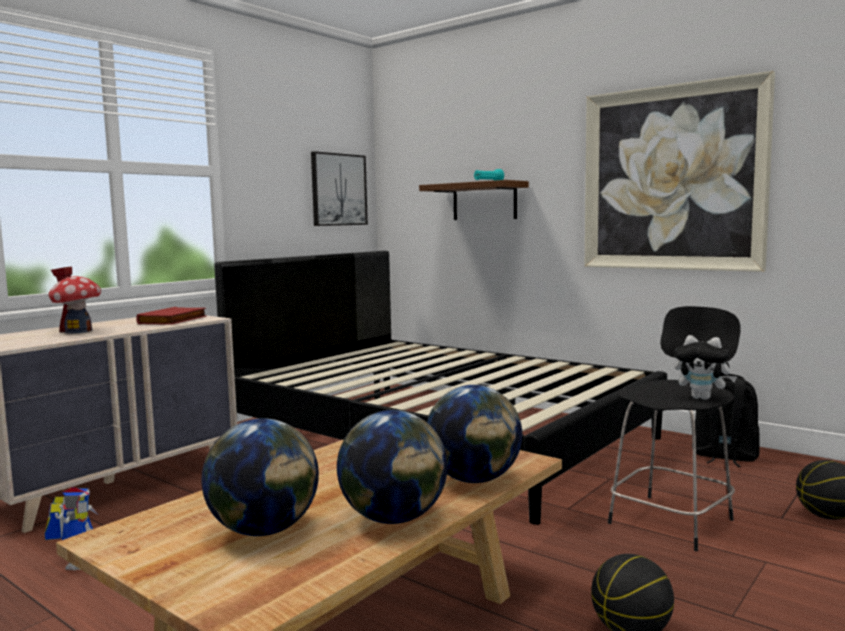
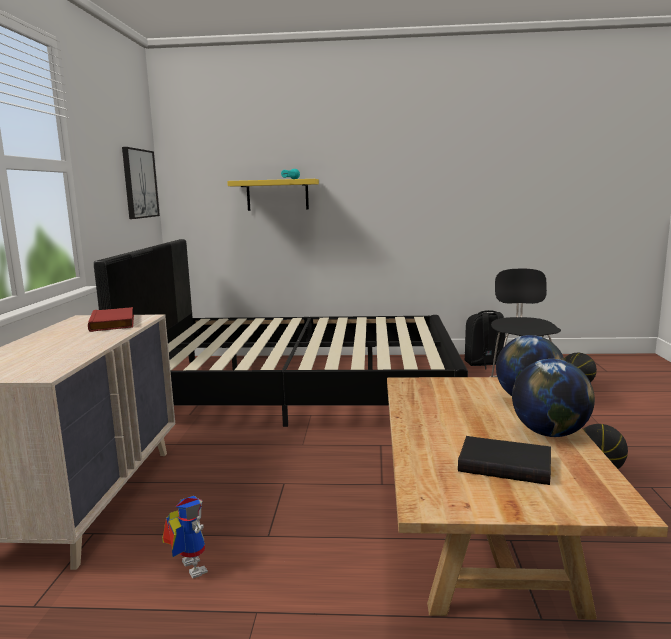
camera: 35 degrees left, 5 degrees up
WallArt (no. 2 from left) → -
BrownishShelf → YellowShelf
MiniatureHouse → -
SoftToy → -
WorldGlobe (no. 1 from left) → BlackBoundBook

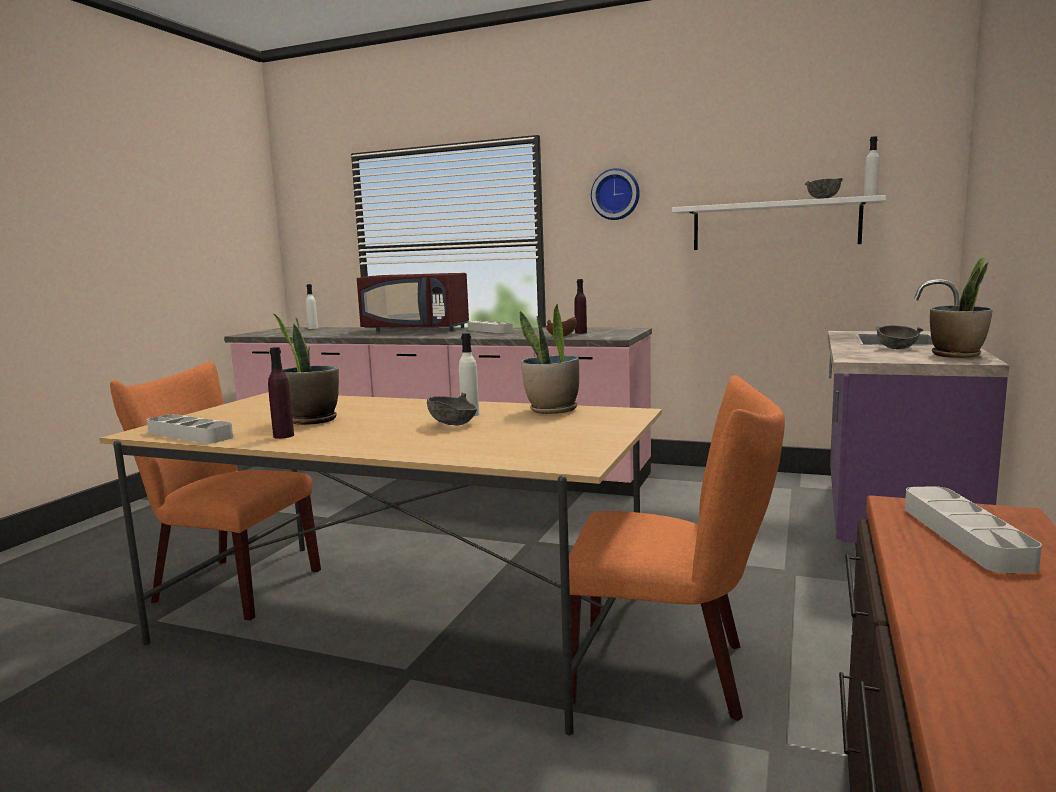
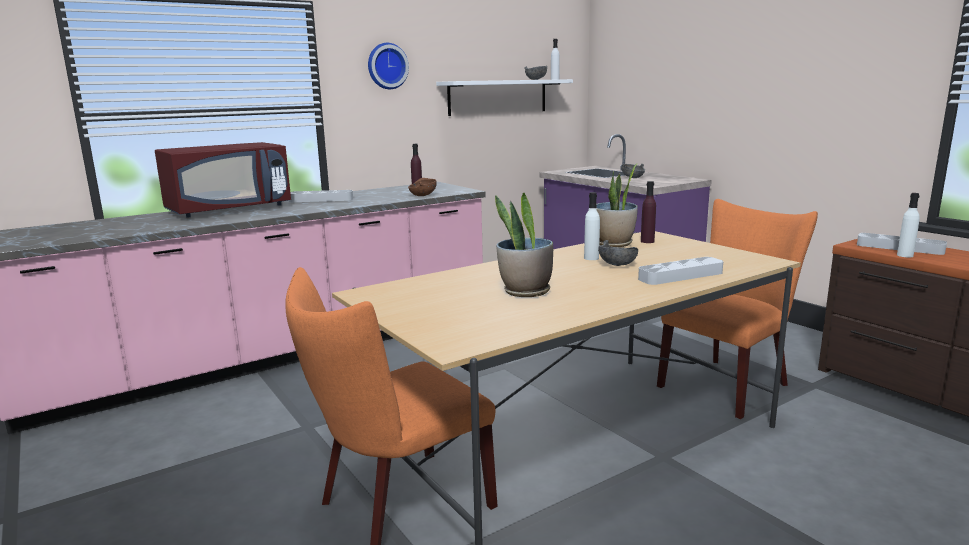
camera: 55 degrees left, 5 degrees up
Houseplant (no. 3 from left) → -
WhitishDrinkBottle (no. 1 from left in the first image) → WhitishDrinkBottle (no. 3 from left), relocated
PurpleDrinkBottle (no. 1 from left in the first image) → PurpleDrinkBottle (no. 2 from left), relocated
GreyCarryingTray (no. 1 from left in the first image) → GreyCarryingTray (no. 2 from left), relocated

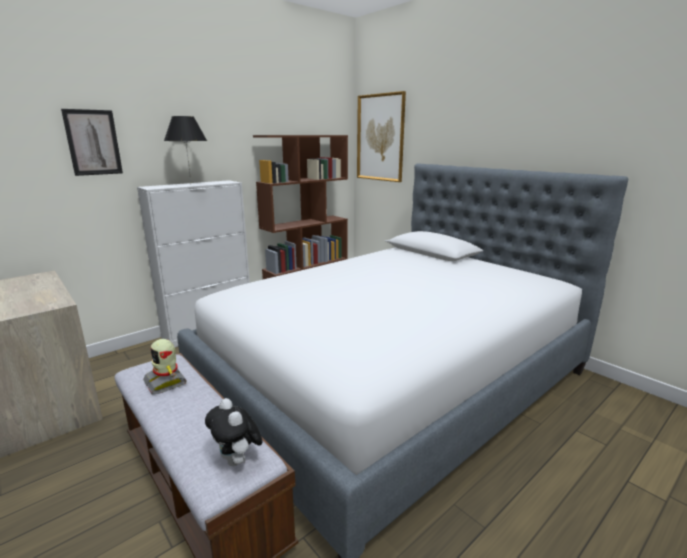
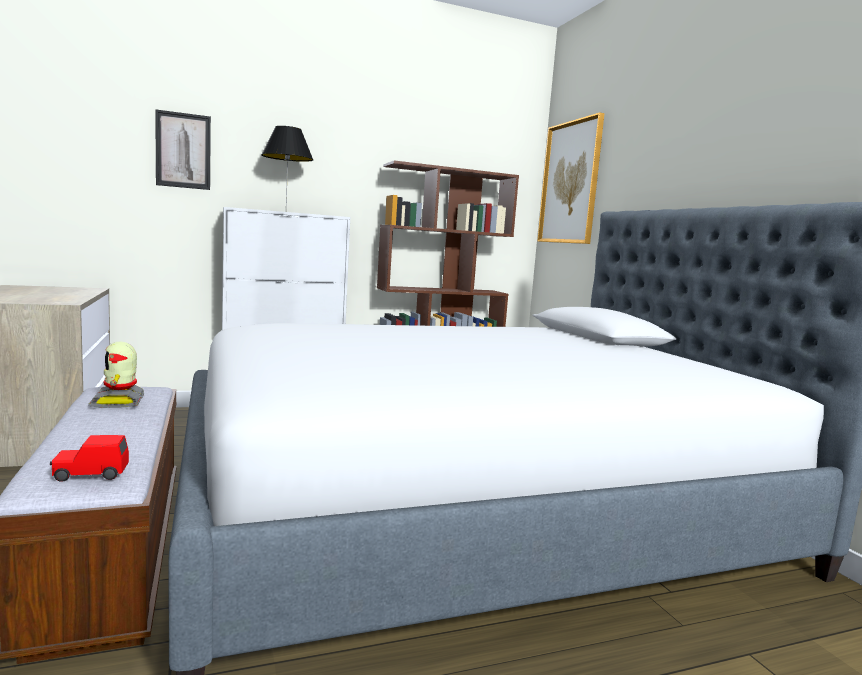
camera: 20 degrees right, 10 degrees down
SoftToy → ReddishMiniatureCar

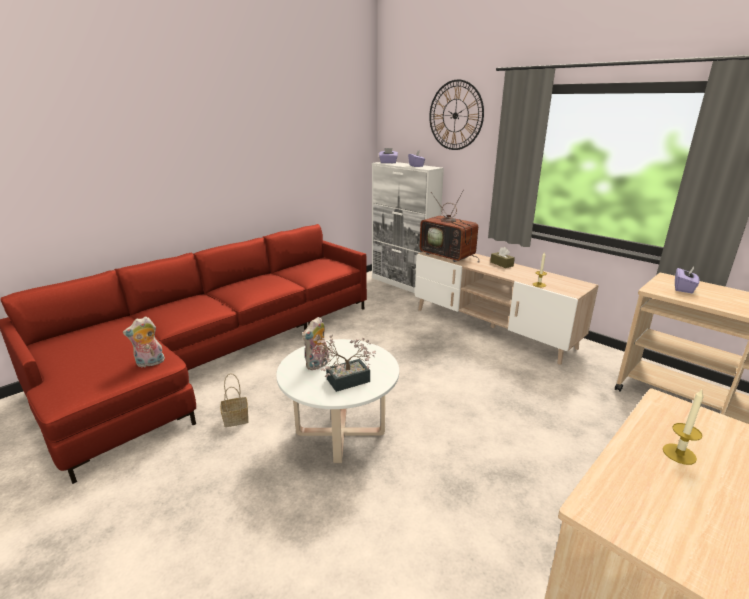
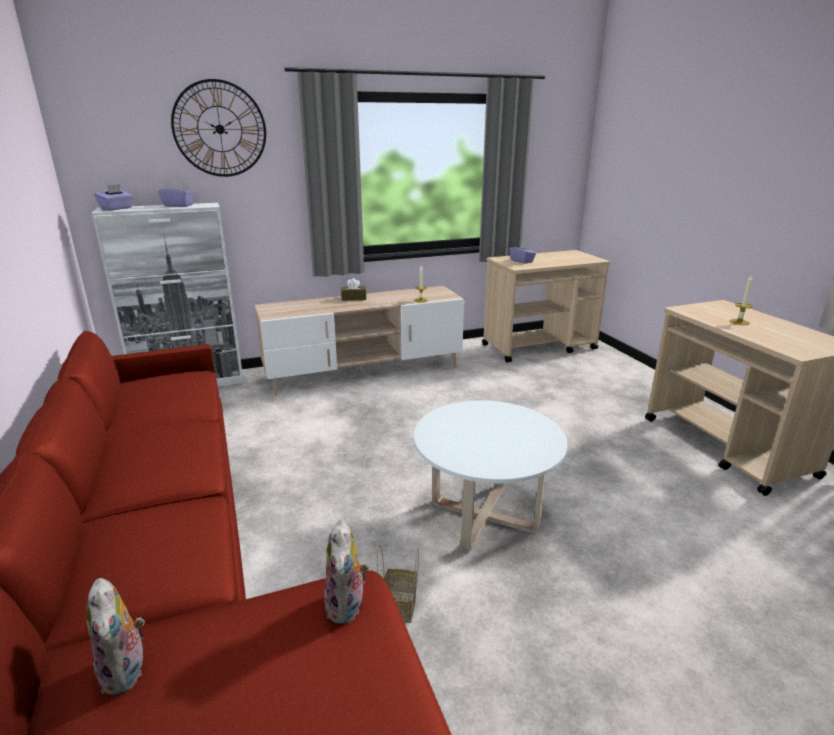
camera: 65 degrees left, 0 degrees up
TvSet → -
SoftToy (no. 2 from left in the first image) → SoftToy (no. 1 from left), relocated
Houseplant → -

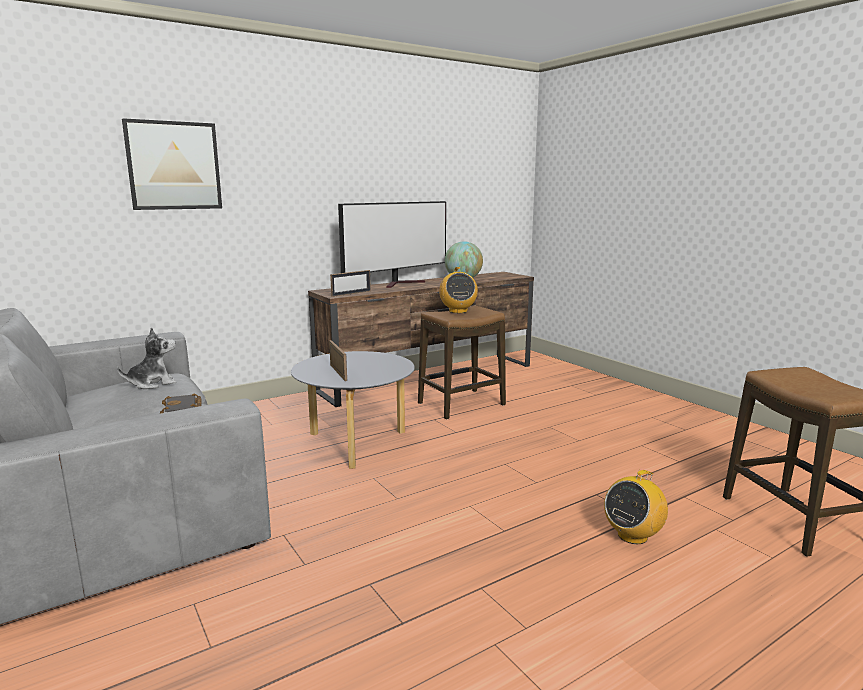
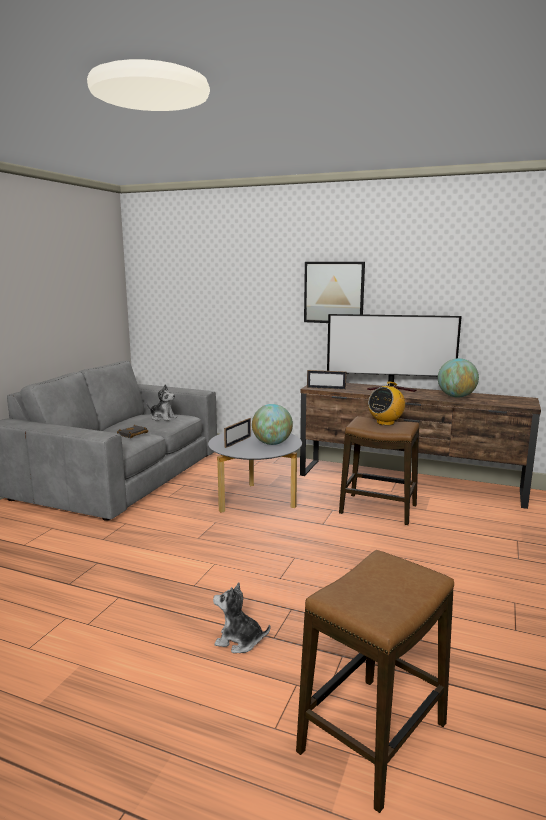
camera: 55 degrees right, 0 degrees up
WallArt, relocated
Radio (no. 2 from left) → SoftToy (no. 2 from left)
- → WorldGlobe (no. 1 from left)

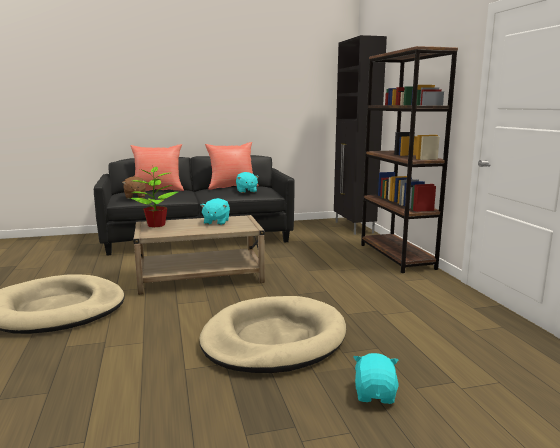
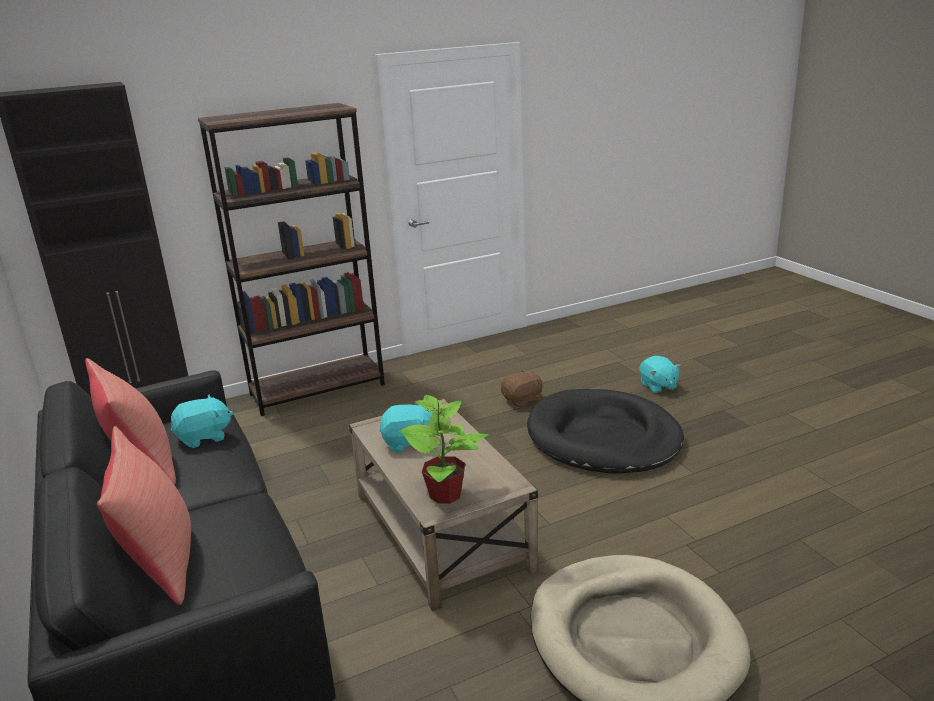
camera: 100 degrees left, 10 degrees up
BrownishSoftToy, relocated
BeigeDogBed (no. 2 from left) → BlackDogBed
TurquoiseColouredSoftToy (no. 3 from left), 105 degrees counterclockwise

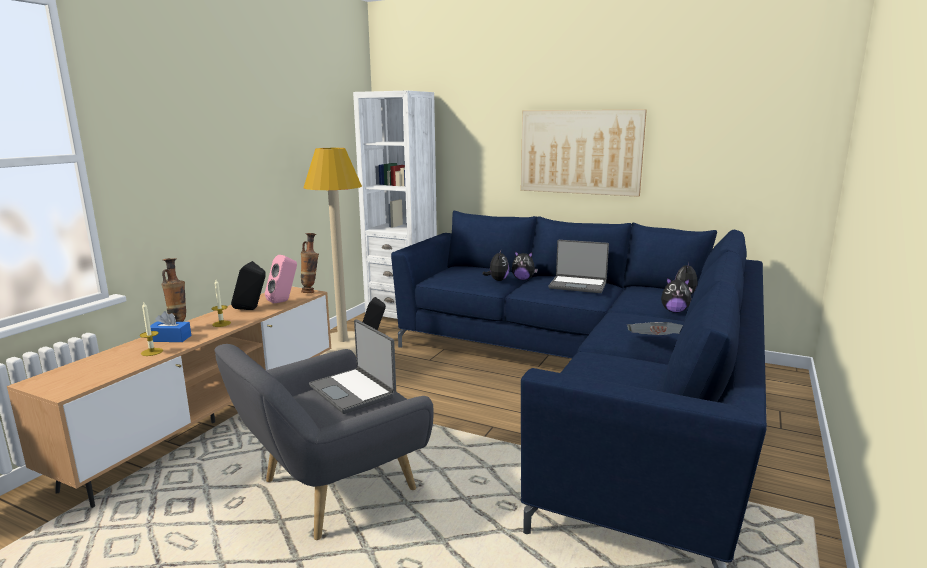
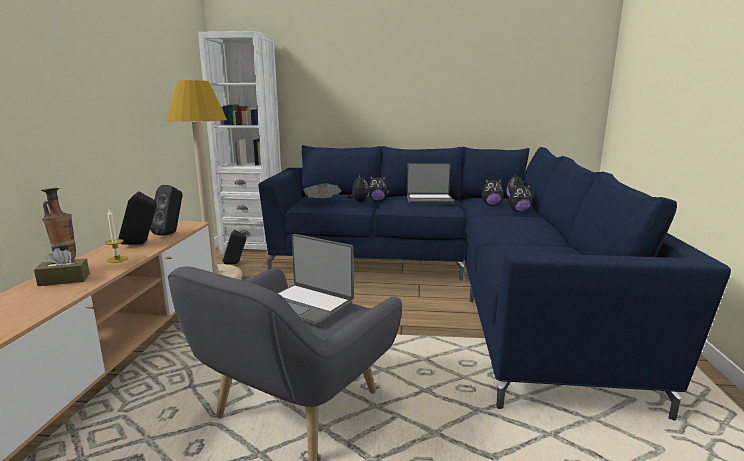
camera: 20 degrees left, 0 degrees up
WallArt → -
Vase (no. 2 from left) → -
PinkishAudioSpeaker → BlackAudioSpeaker (no. 2 from left)
WaxLight (no. 1 from left) → -
BlueTissueHolder → BrownishTissueHolder
Newspaper, relocated
- → SoftToy (no. 3 from left)

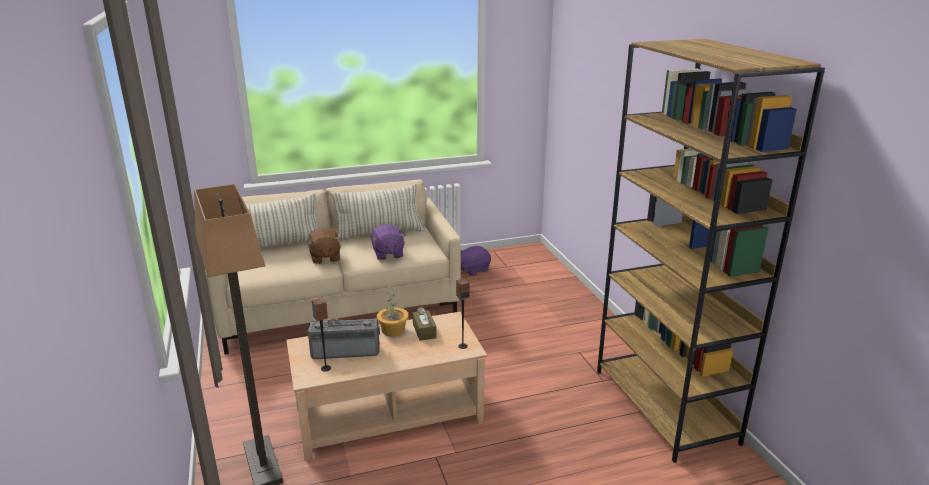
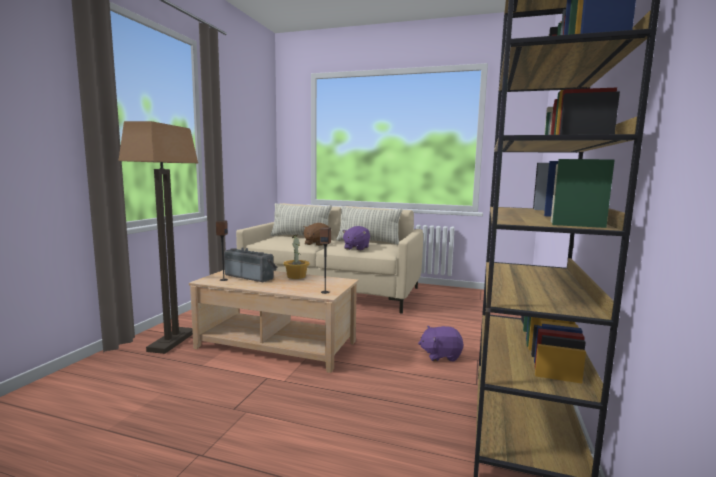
camera: 35 degrees right, 15 degrees down
PurpleSoftToy (no. 2 from left), relocated
BrownishTissueHolder → -

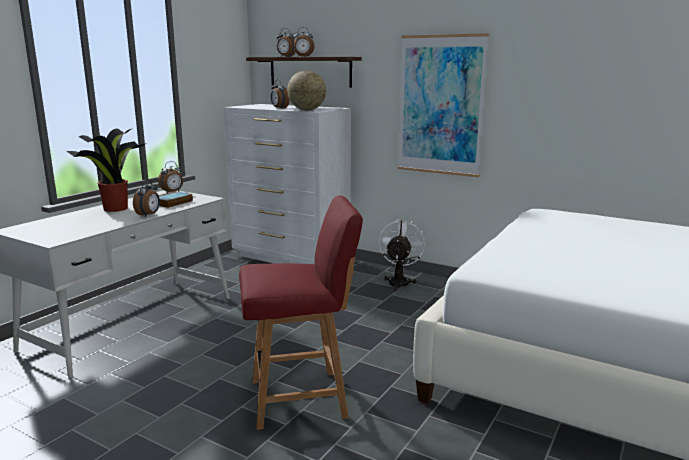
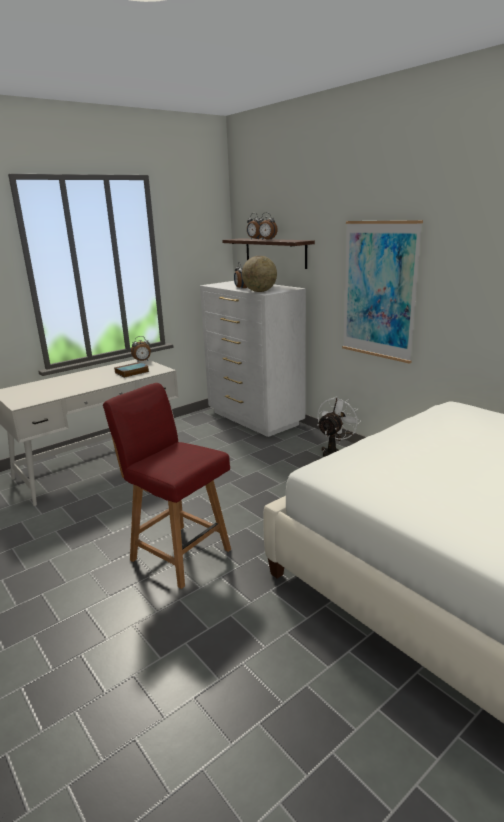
camera: 20 degrees right, 5 degrees up
Houseplant → -
AlarmClock (no. 1 from left) → -
ReddishUprightChair, 150 degrees counterclockwise

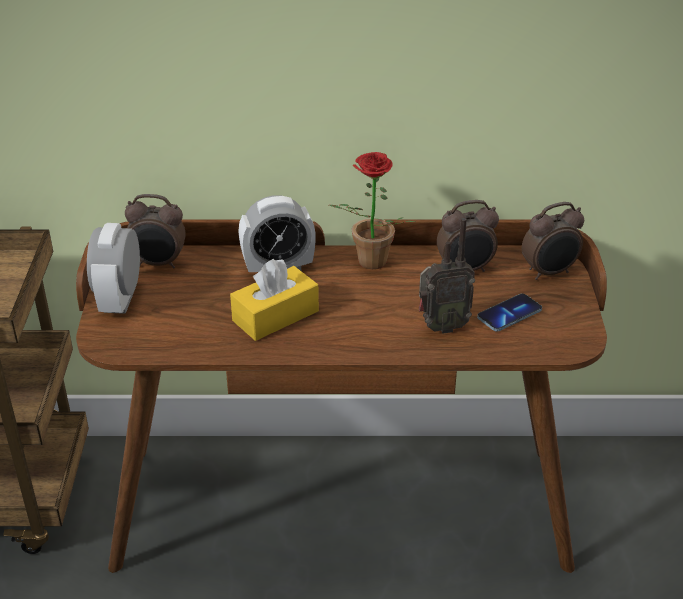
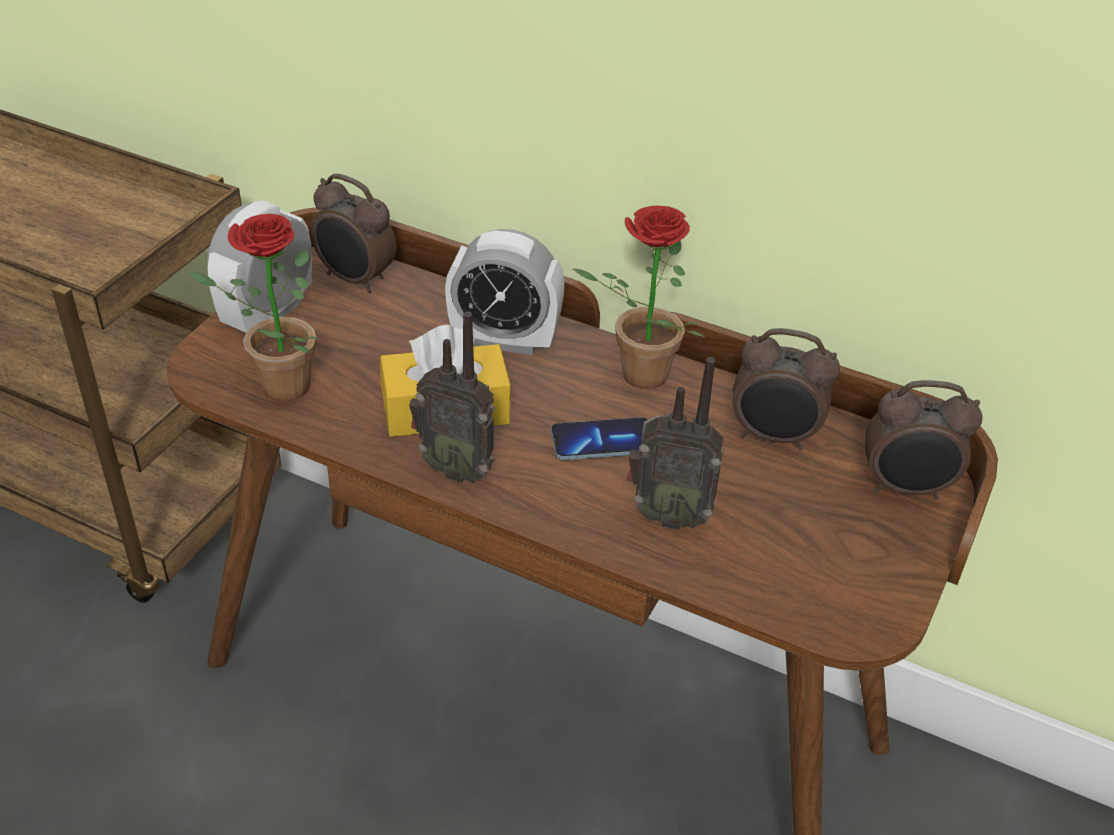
camera: 25 degrees right, 5 degrees up
Handset, relocated
- → Houseplant (no. 1 from left)
- → Radio (no. 1 from left)

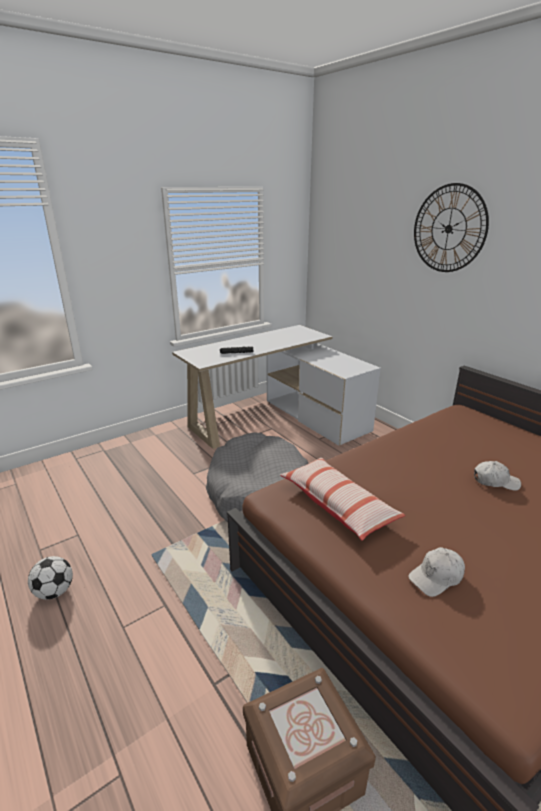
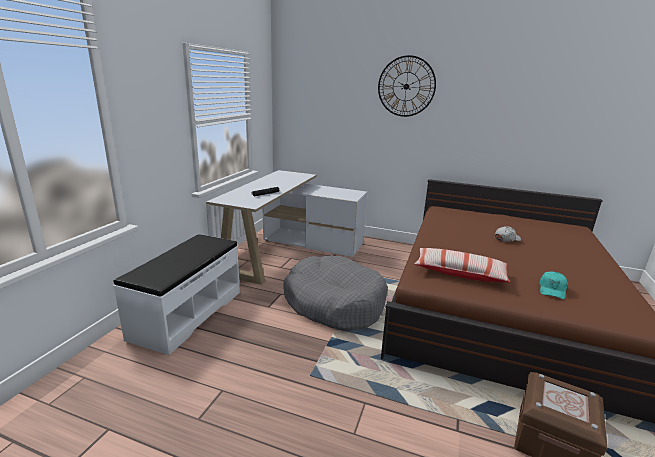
camera: 35 degrees left, 5 degrees down
WhitishBaseballCap (no. 1 from left) → TurquoiseColouredBaseballCap
FootballBall → -
- → WhitishLongSeat

